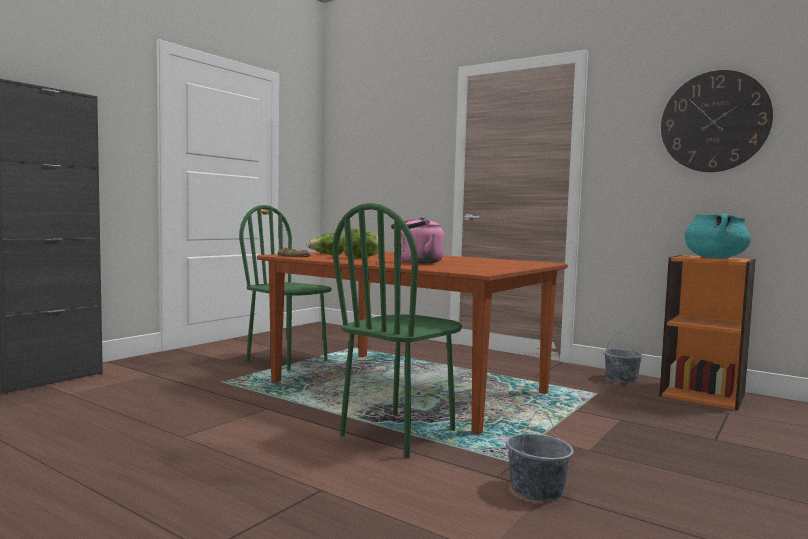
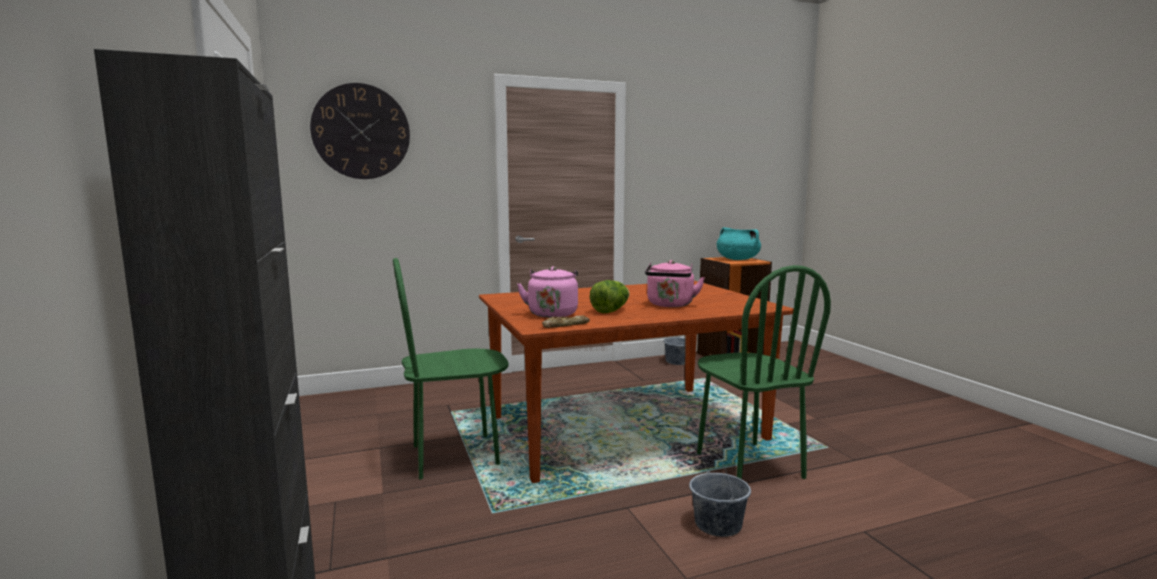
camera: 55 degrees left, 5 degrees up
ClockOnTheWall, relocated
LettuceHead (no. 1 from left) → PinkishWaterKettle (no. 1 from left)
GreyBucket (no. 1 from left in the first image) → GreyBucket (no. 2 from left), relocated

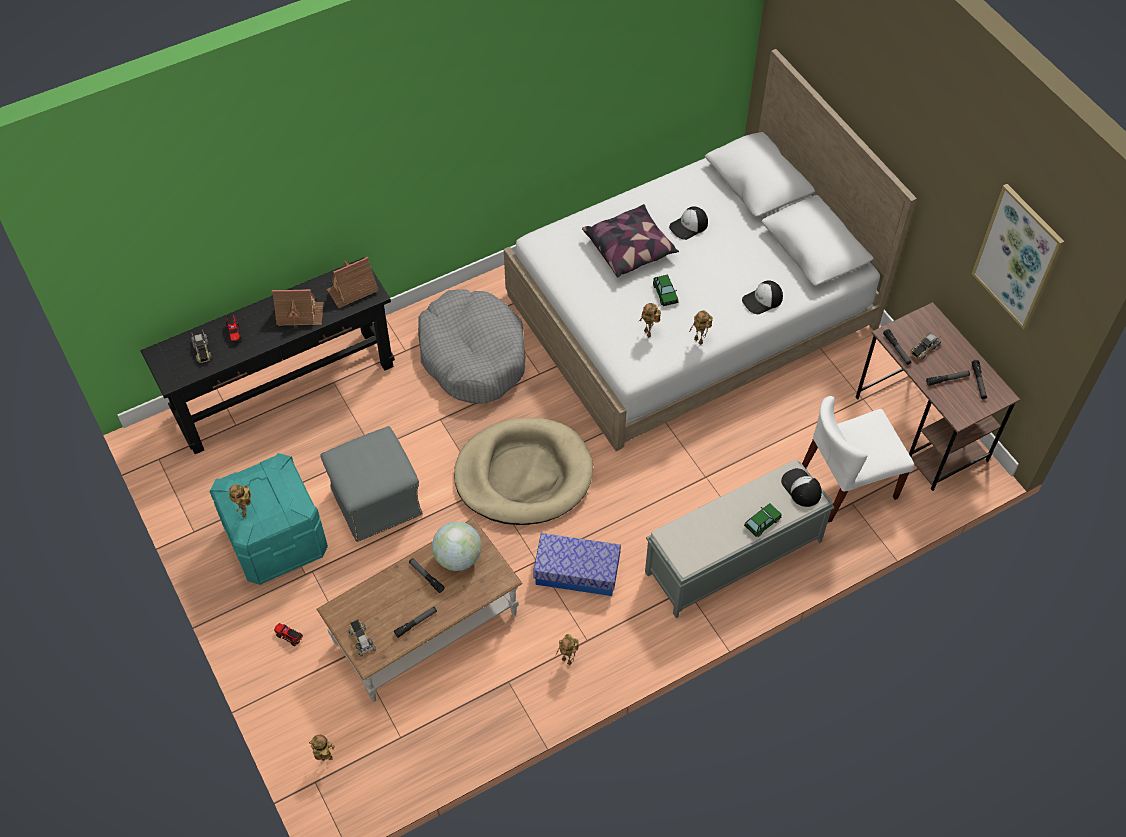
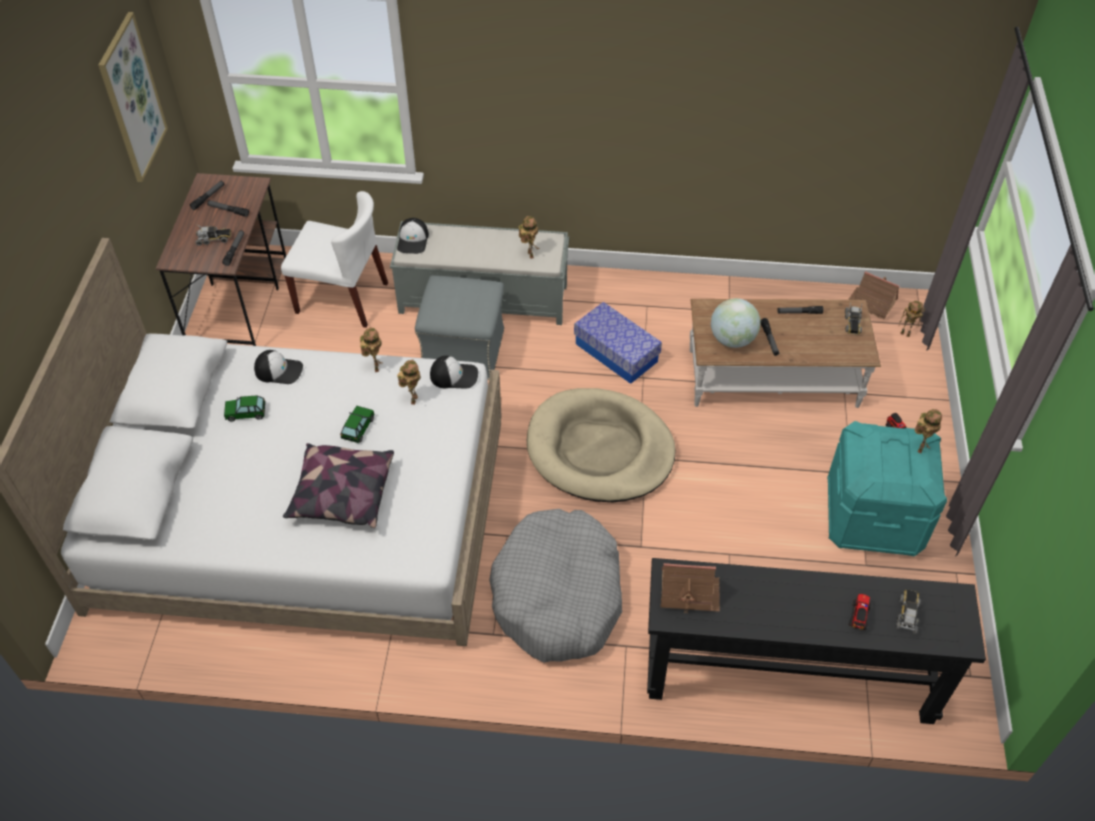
camera: 145 degrees left, 5 degrees down
BaseballCap (no. 1 from left in the first image) → BaseballCap (no. 3 from left), relocated
MiniatureHouse (no. 1 from left in the first image) → MiniatureHouse (no. 2 from left), relocated
GreyFootrest, relocated
MiniatureCar (no. 2 from left in the first image) → MiniatureCar (no. 1 from left), relocated
ModelRobot (no. 3 from left), relocated

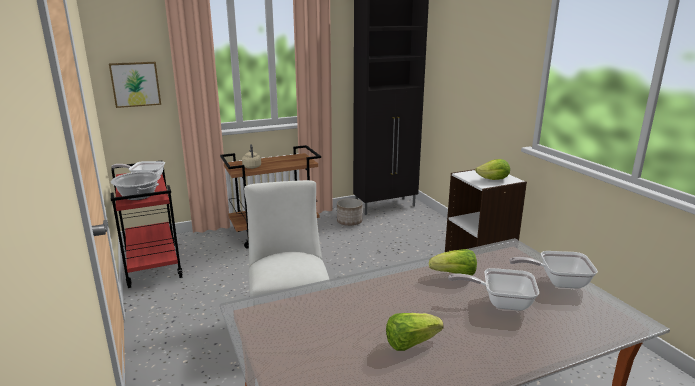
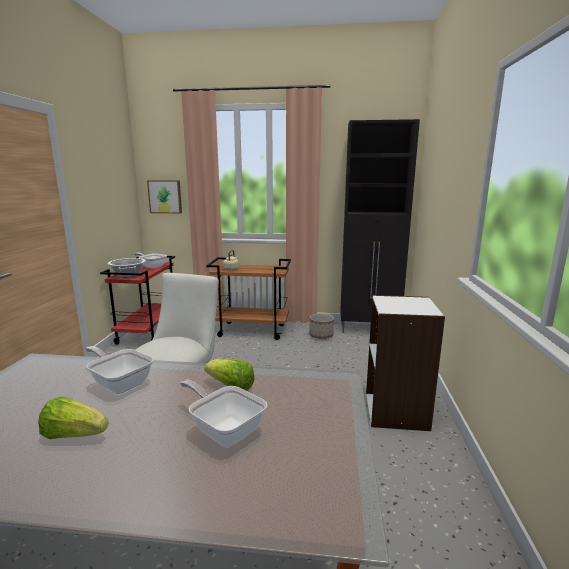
camera: 30 degrees right, 5 degrees down
LettuceHead (no. 3 from left) → -
Pan (no. 3 from left in the first image) → Pan (no. 1 from left), relocated

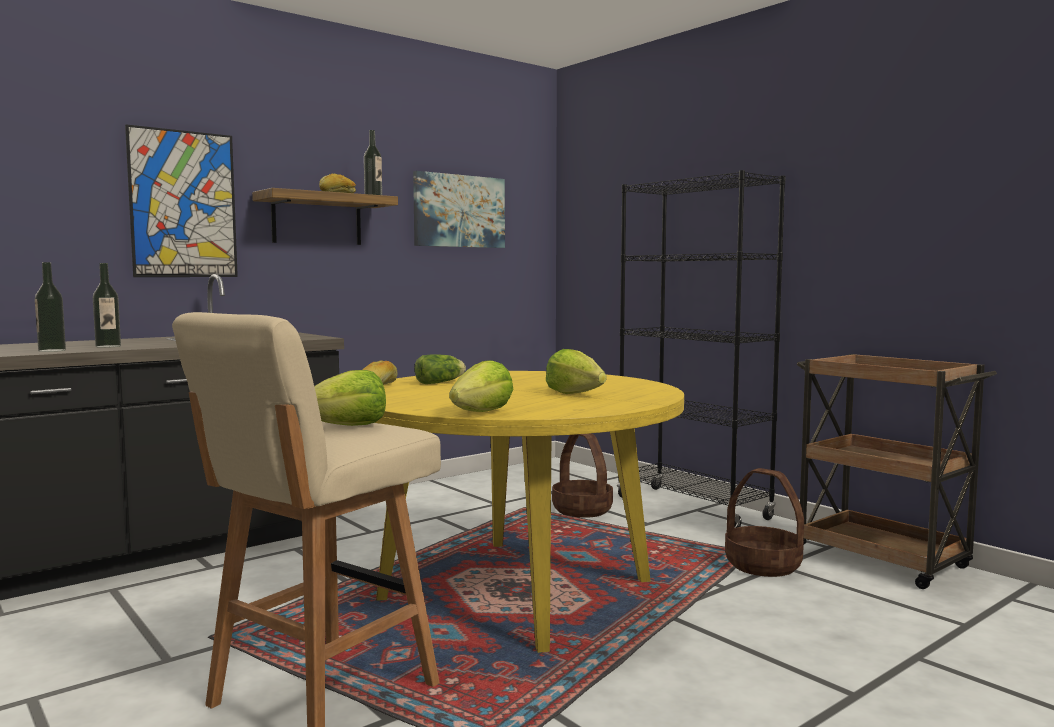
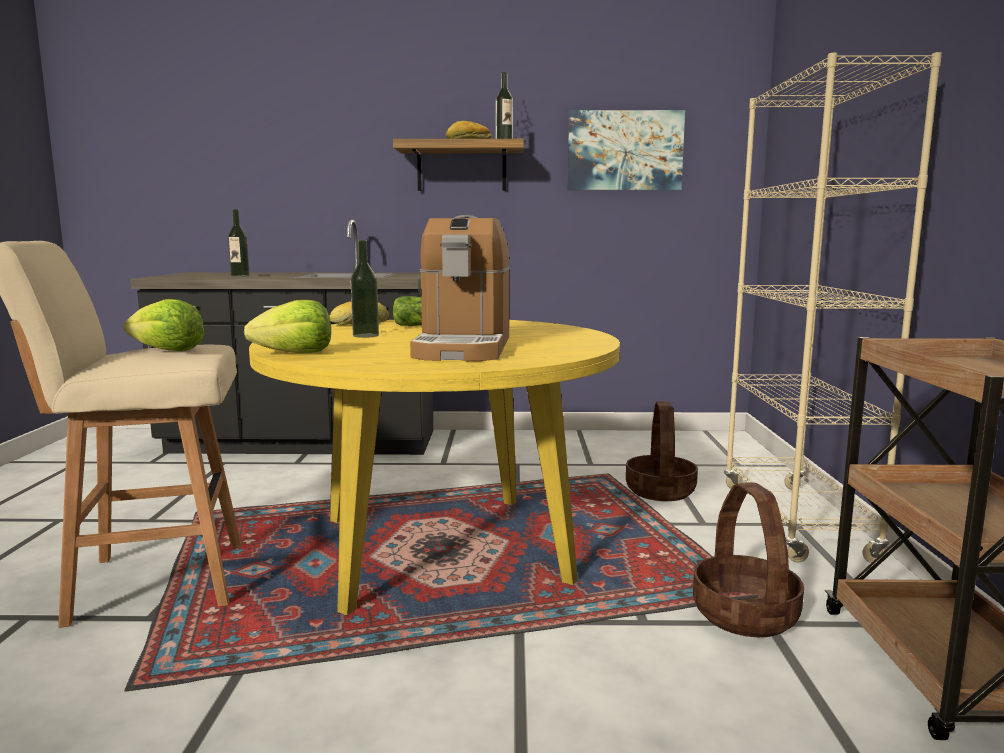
camera: 40 degrees right, 5 degrees up
WallArt (no. 1 from left) → -
BlackShelvingUnit → BeigeShelvingUnit
DrinkBottle (no. 1 from left in the first image) → DrinkBottle (no. 2 from left), relocated
LettuceHead (no. 4 from left) → CoffeeMachine

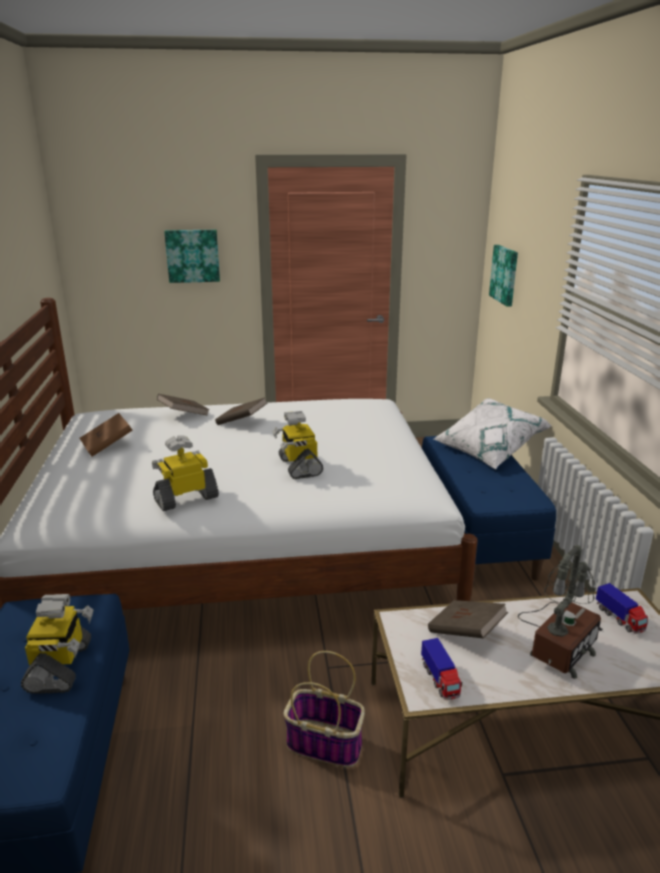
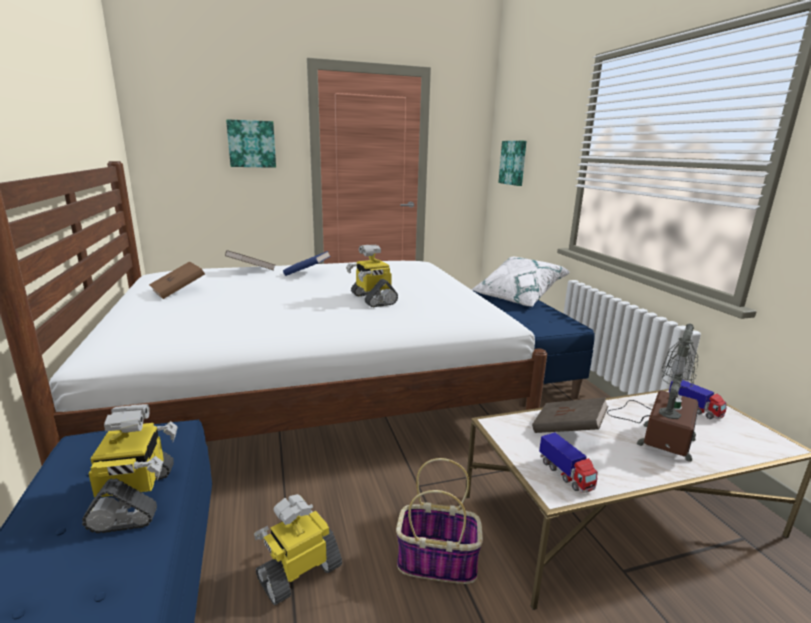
camera: 10 degrees left, 5 degrees down
BrownishBoundBook (no. 3 from left) → BlueBoundBook
ModelRobot (no. 2 from left), relocated

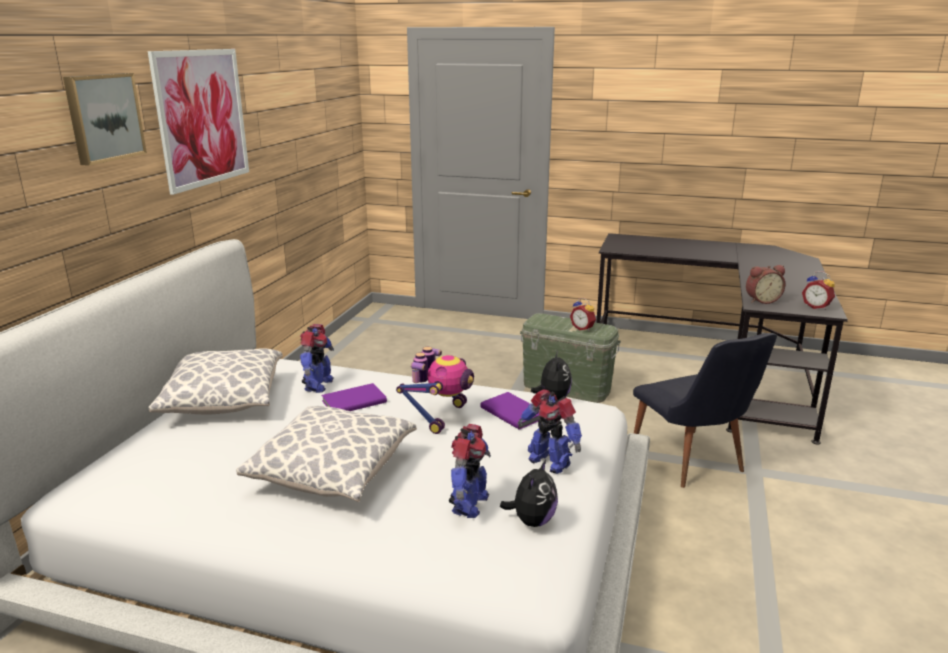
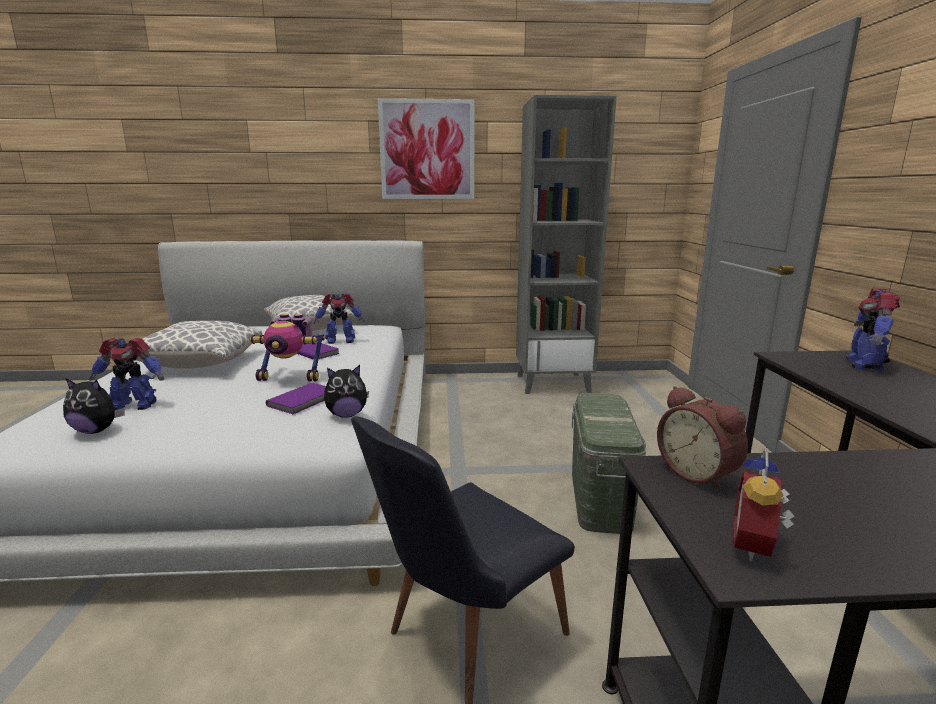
camera: 70 degrees right, 5 degrees down
WallArt (no. 1 from left) → -
AlarmClock (no. 1 from left) → -
ModelRobot (no. 4 from left), relocated
- → GreyShelvingUnit

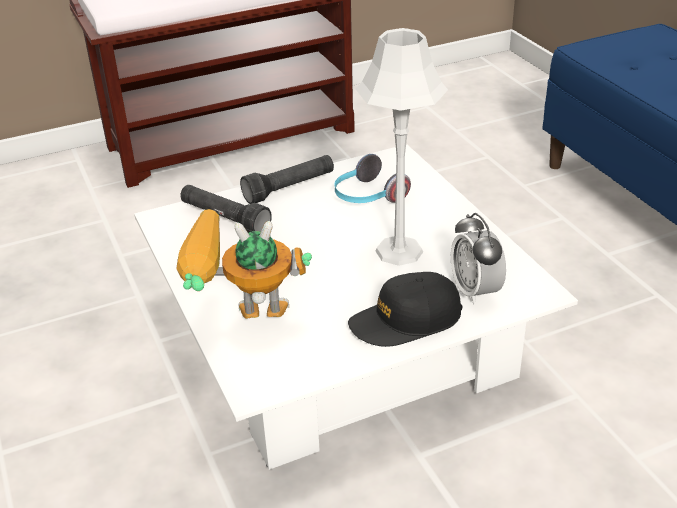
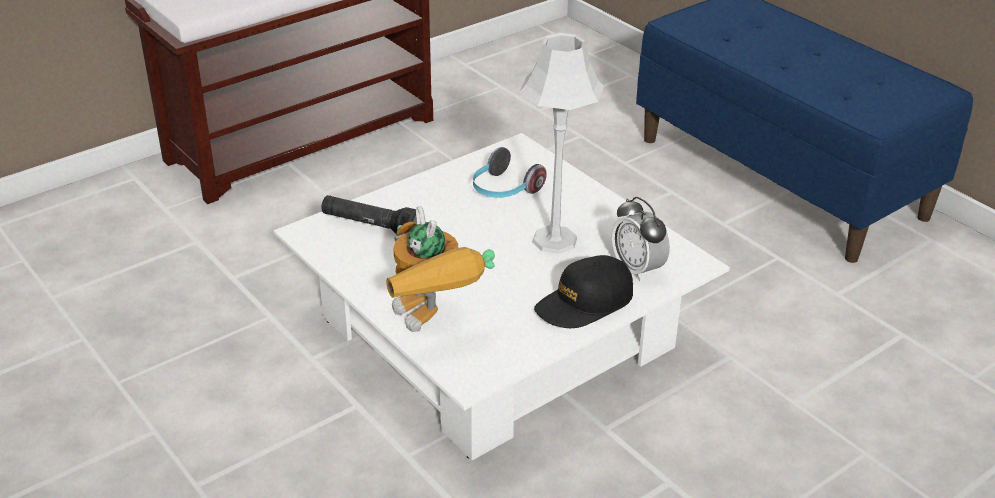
camera: 15 degrees left, 0 degrees up
BlackHandTorch (no. 2 from left) → -
ModelRobot, 105 degrees counterclockwise

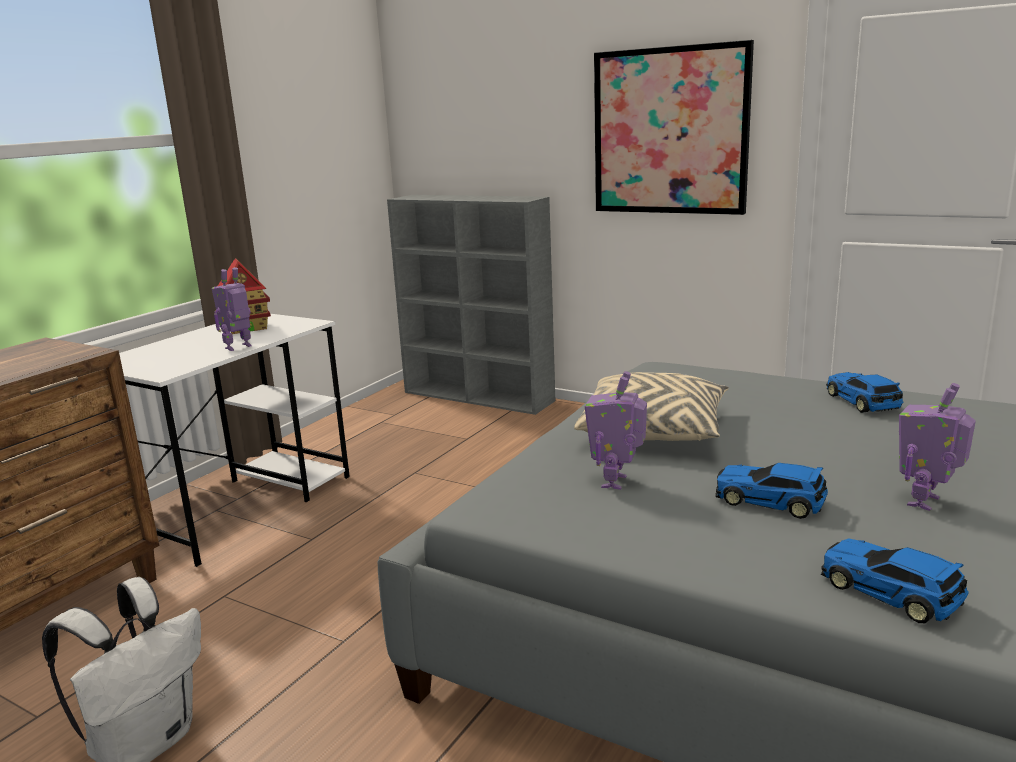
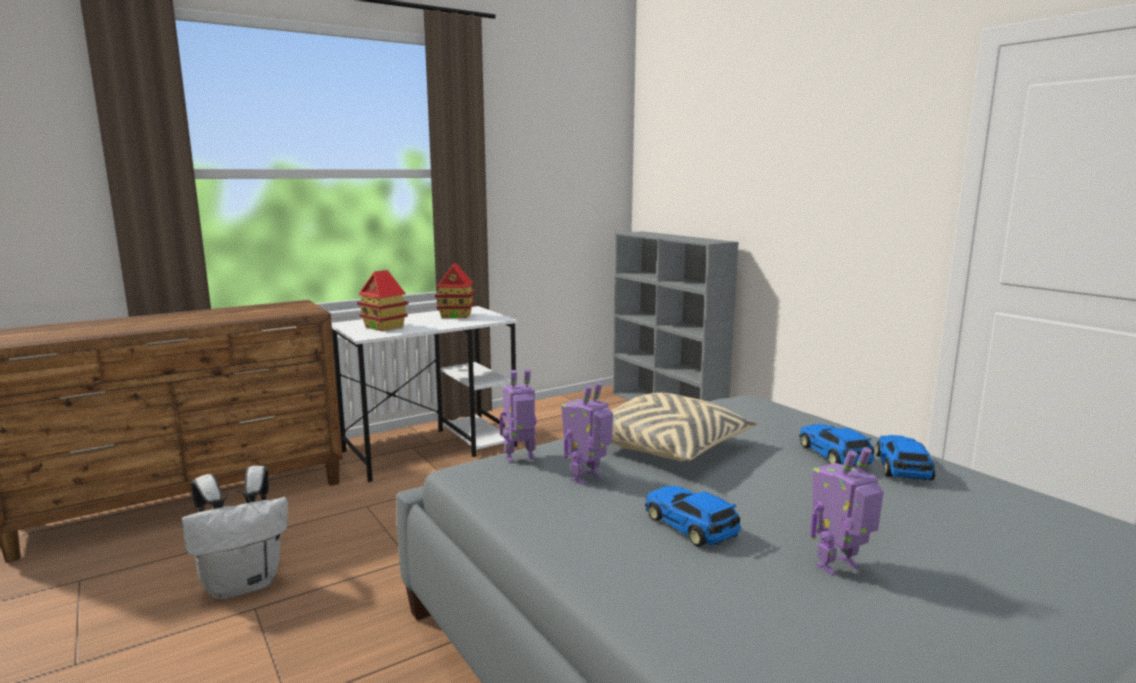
camera: 25 degrees right, 5 degrees down
WallArt → -
ModelRobot (no. 1 from left), relocated
MiniatureCar (no. 3 from left in the first image) → MiniatureCar (no. 2 from left), relocated
- → MiniatureHouse (no. 1 from left)

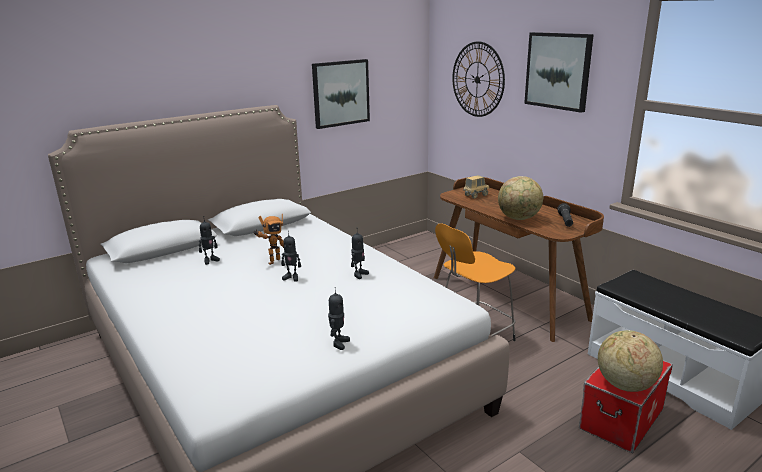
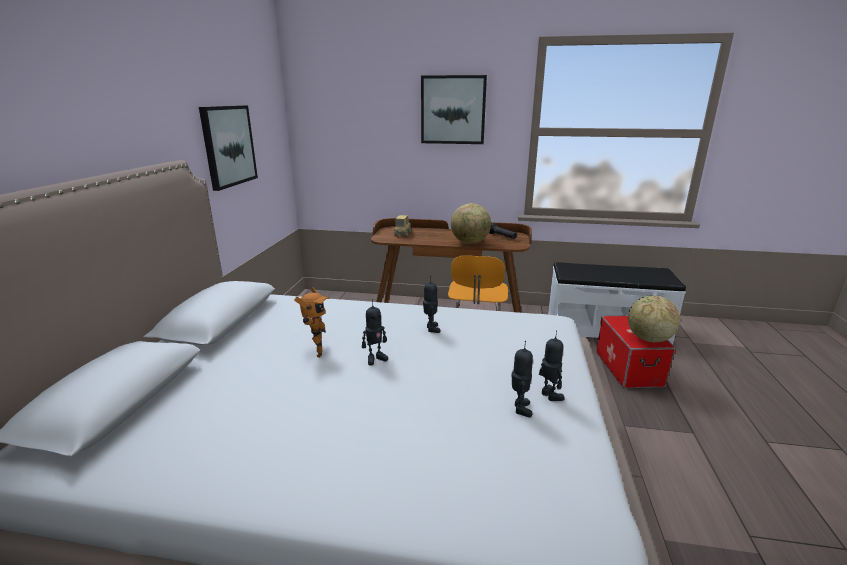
camera: 45 degrees left, 0 degrees up
ClockOnTheWall → -
ModelRobot (no. 1 from left in the first image) → ModelRobot (no. 4 from left), relocated

